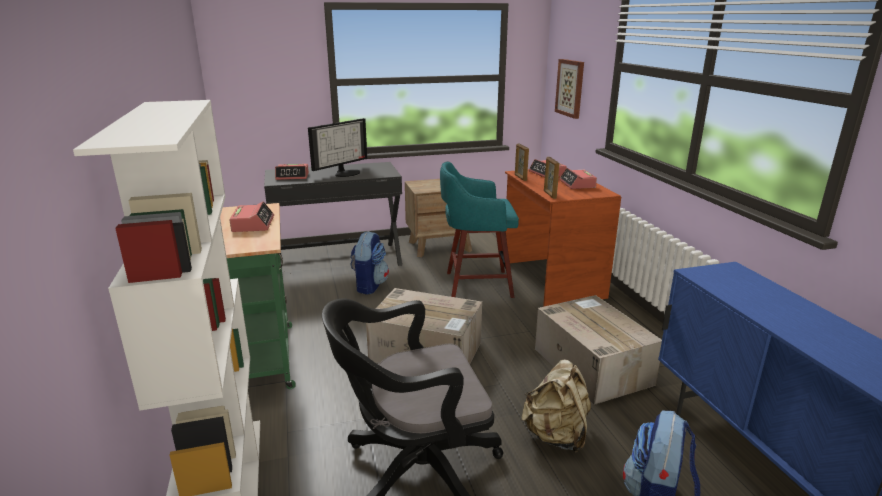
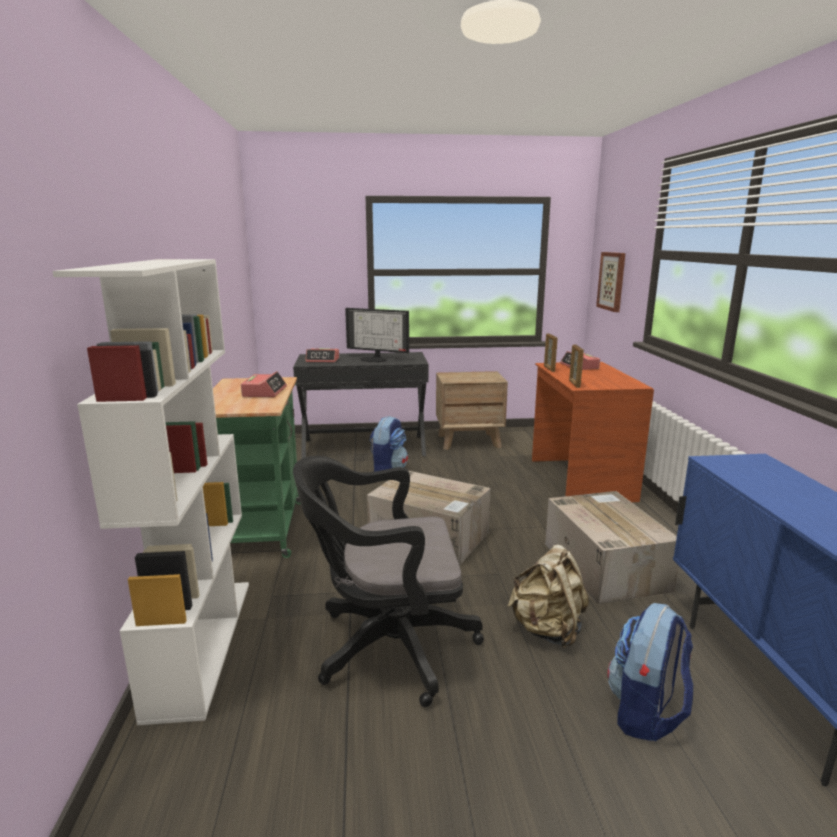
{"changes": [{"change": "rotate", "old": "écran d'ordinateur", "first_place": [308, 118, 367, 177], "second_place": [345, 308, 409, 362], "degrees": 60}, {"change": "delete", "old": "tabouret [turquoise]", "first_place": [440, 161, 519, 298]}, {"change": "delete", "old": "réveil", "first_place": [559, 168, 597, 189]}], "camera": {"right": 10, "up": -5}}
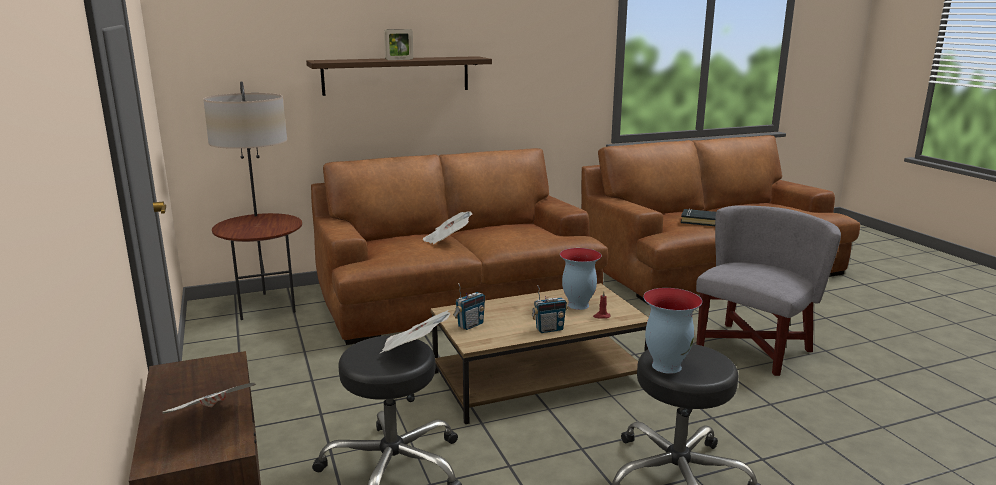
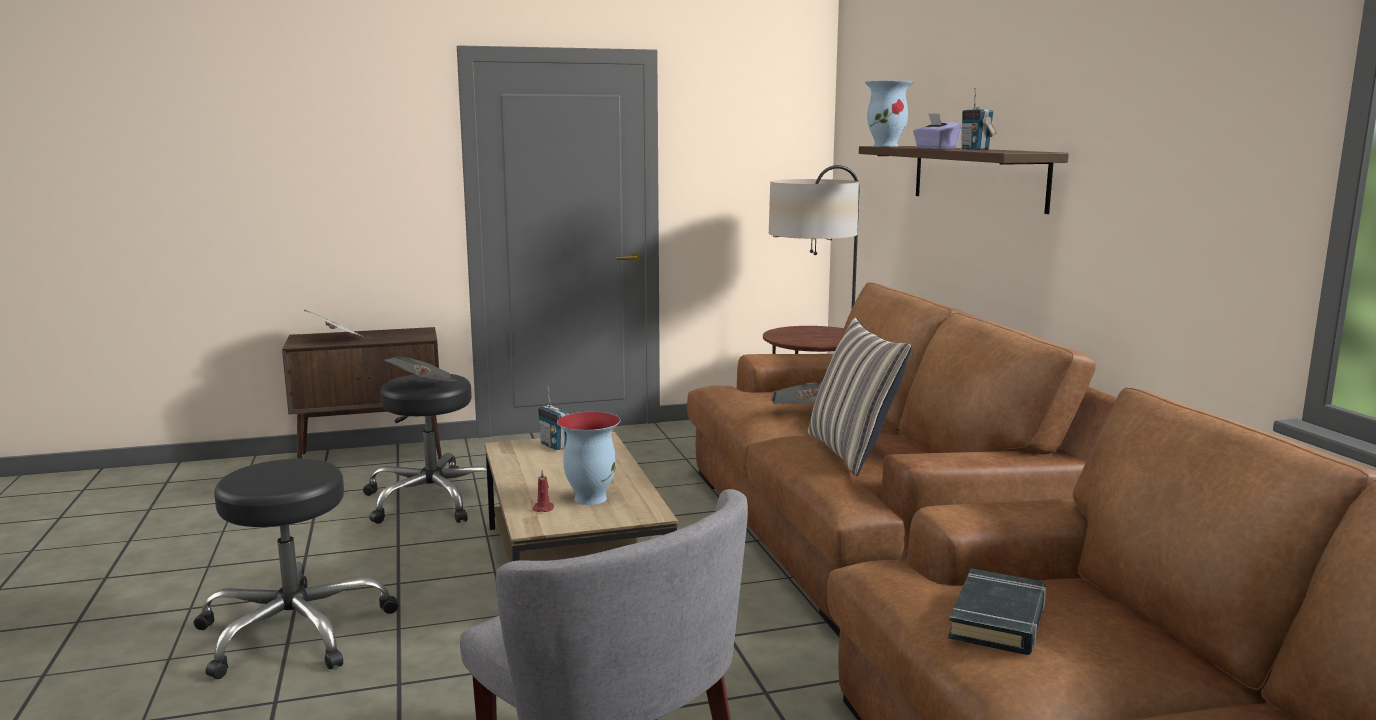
{"changes": [{"change": "replace", "old": "cadre photo", "new": "boîte à mouchoirs [violet]", "first_place": [384, 29, 414, 60], "second_place": [913, 113, 962, 149]}, {"change": "move", "old": "radio", "first_place": [532, 285, 568, 333], "second_place": [961, 88, 996, 150]}, {"change": "move", "old": "vase", "first_place": [643, 288, 702, 374], "second_place": [865, 81, 914, 147]}, {"change": "insert", "new": "coussin", "second_place": [808, 317, 912, 476]}], "camera": {"right": 95, "up": -5}}
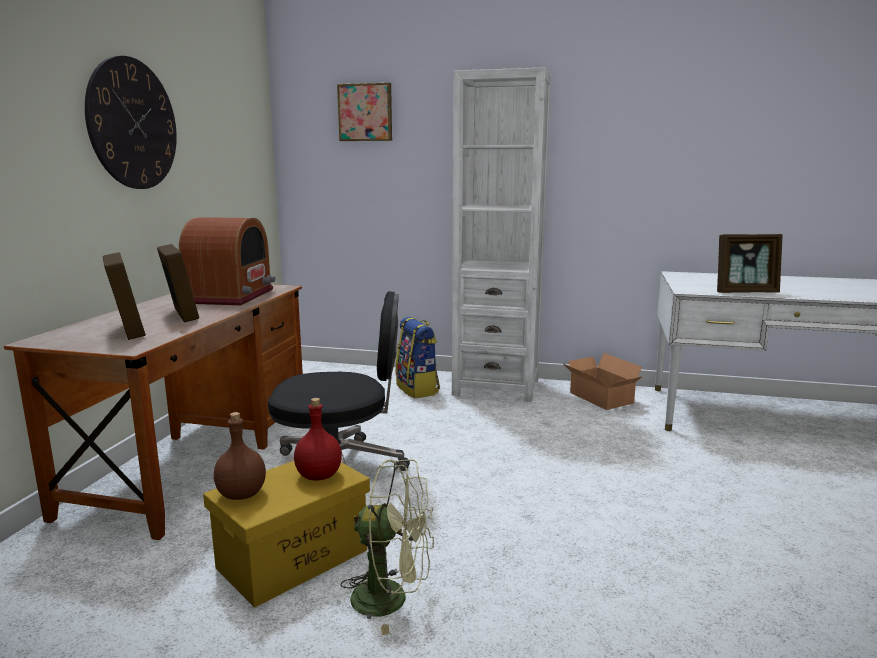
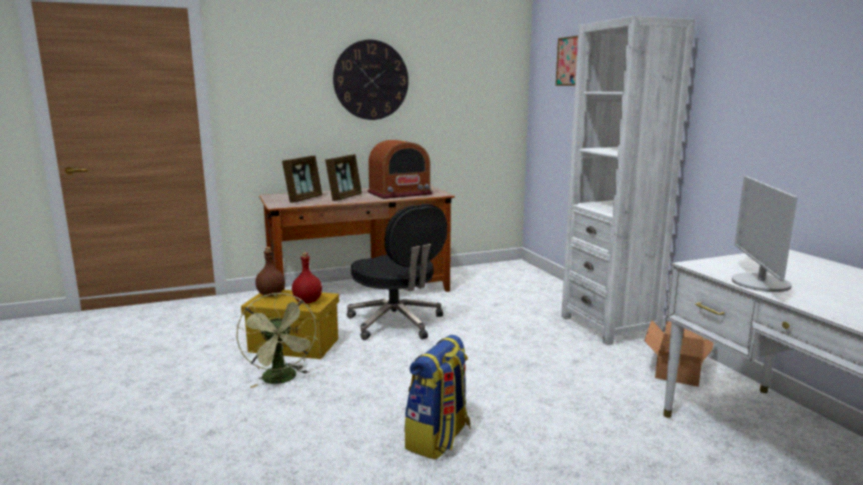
{"changes": [{"change": "replace", "old": "cadre photo", "new": "écran d'ordinateur", "first_place": [717, 234, 783, 293], "second_place": [732, 176, 798, 292]}, {"change": "move", "old": "sac à dos", "first_place": [396, 317, 440, 398], "second_place": [404, 335, 471, 460]}], "camera": {"right": 55, "up": 0}}
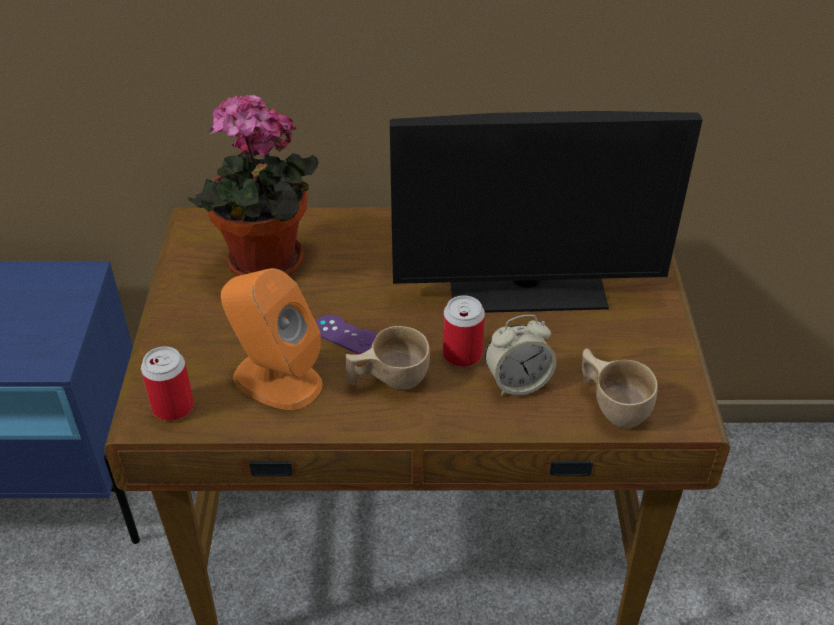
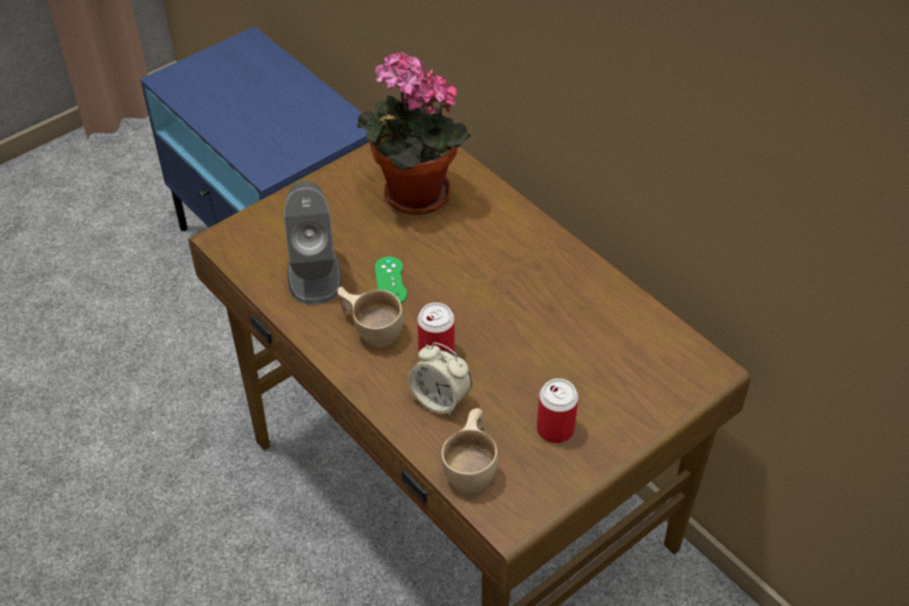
{"changes": [{"change": "delete", "old": "écran d'ordinateur", "first_place": [390, 111, 702, 313]}, {"change": "recolor", "old": "enceinte [orange]", "new": "enceinte [gris]", "first_place": [221, 268, 322, 410], "second_place": [284, 181, 342, 305]}, {"change": "recolor", "old": "manette [violet]", "new": "manette [vert]", "first_place": [316, 315, 377, 354], "second_place": [375, 256, 407, 303]}, {"change": "move", "old": "boîte métallique", "first_place": [141, 346, 194, 421], "second_place": [537, 378, 578, 443]}], "camera": {"right": 50, "up": 5}}
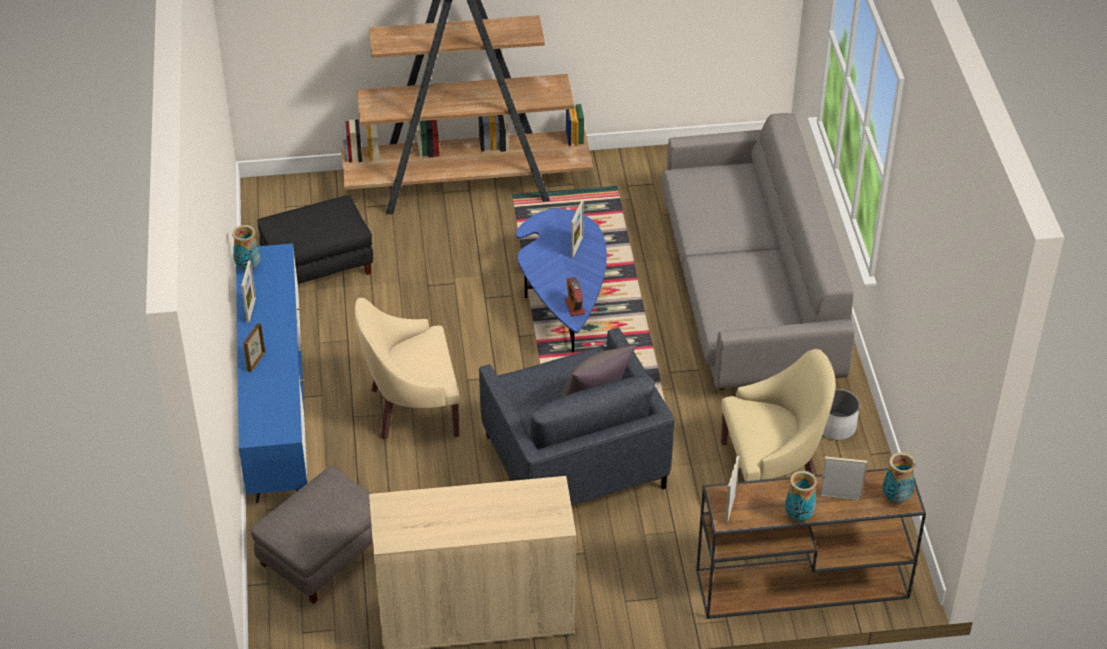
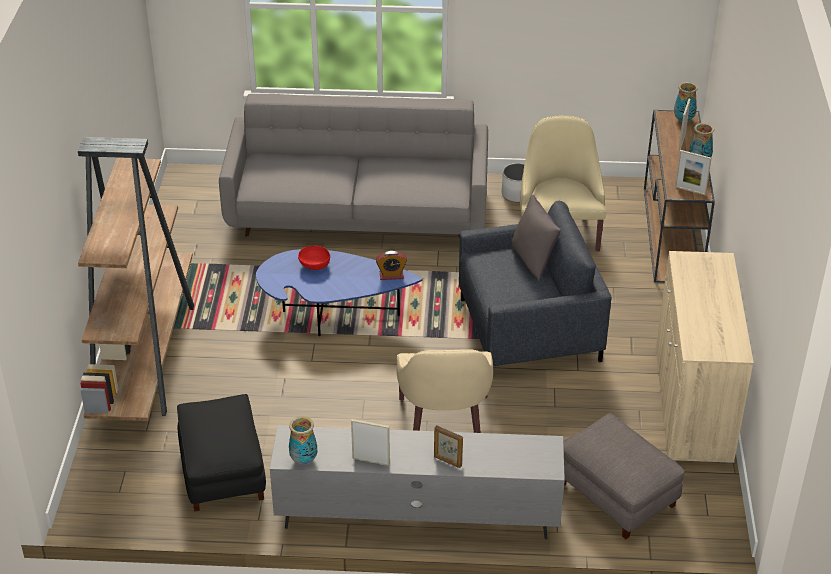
{"changes": [{"change": "replace", "old": "cadre photo", "new": "bol [rouge]", "first_place": [571, 200, 584, 259], "second_place": [298, 246, 330, 270]}, {"change": "recolor", "old": "meuble télé [bleu]", "new": "meuble télé [gris]", "first_place": [236, 244, 308, 503], "second_place": [270, 425, 565, 539]}], "camera": {"right": -80, "up": -5}}
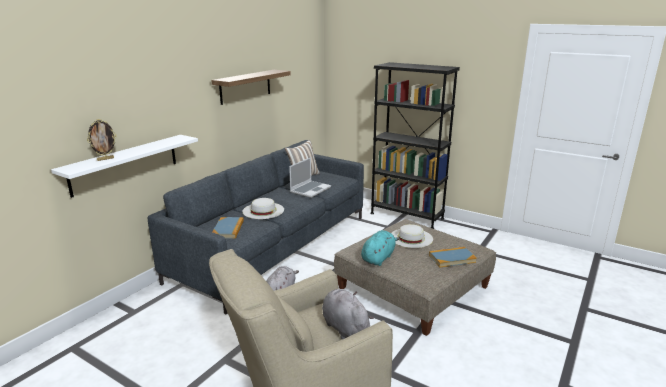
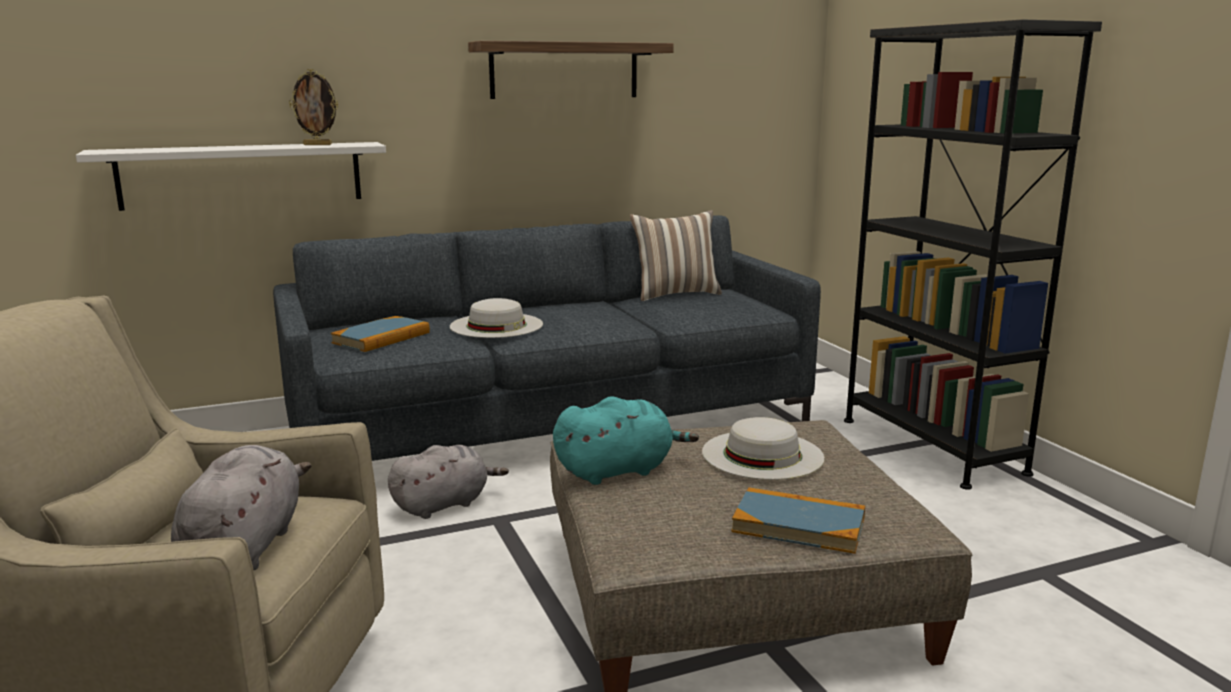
{"changes": [{"change": "move", "old": "cadre photo", "first_place": [87, 119, 117, 161], "second_place": [289, 69, 338, 145]}, {"change": "delete", "old": "ordinateur portable", "first_place": [289, 157, 331, 198]}], "camera": {"right": 35, "up": -5}}
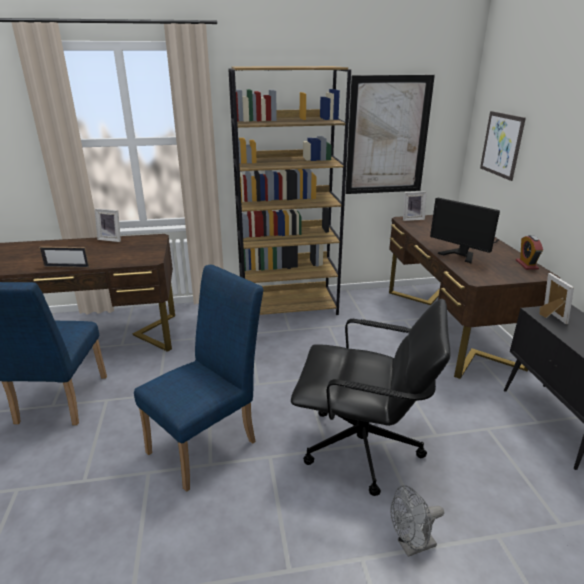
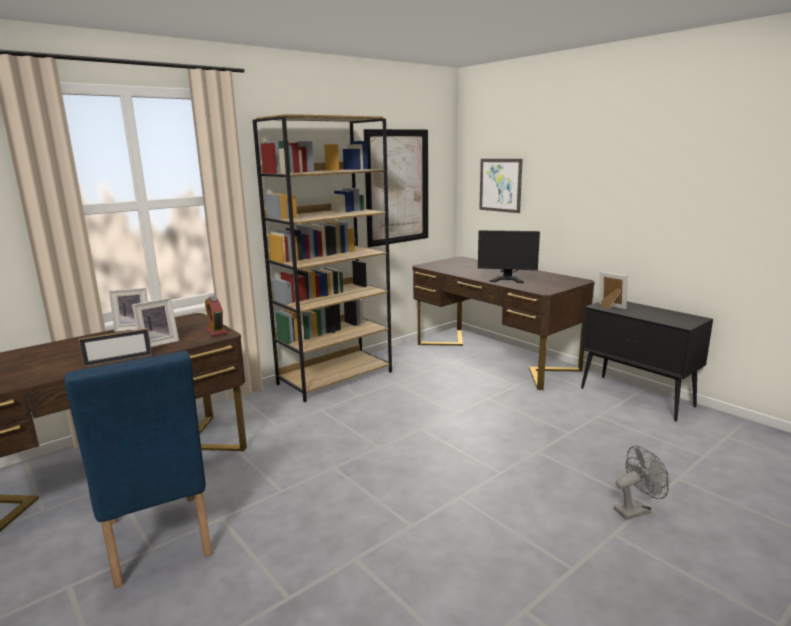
{"changes": [{"change": "move", "old": "cadre photo", "first_place": [403, 191, 427, 221], "second_place": [132, 298, 179, 347]}, {"change": "move", "old": "réveil", "first_place": [516, 235, 543, 270], "second_place": [205, 296, 228, 337]}, {"change": "delete", "old": "chaise [bleu]", "first_place": [134, 265, 263, 492]}, {"change": "delete", "old": "chaise de bureau [noir]", "first_place": [291, 299, 450, 496]}, {"change": "rotate", "old": "ventilateur [gris]", "first_place": [391, 485, 444, 557], "second_place": [614, 446, 669, 520], "degrees": -150}], "camera": {"right": -30, "up": -10}}
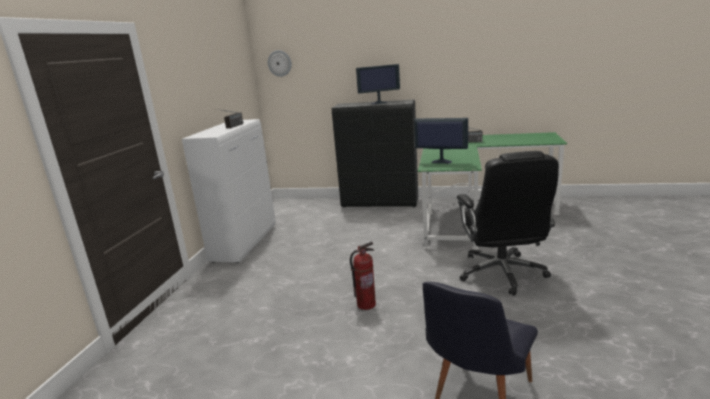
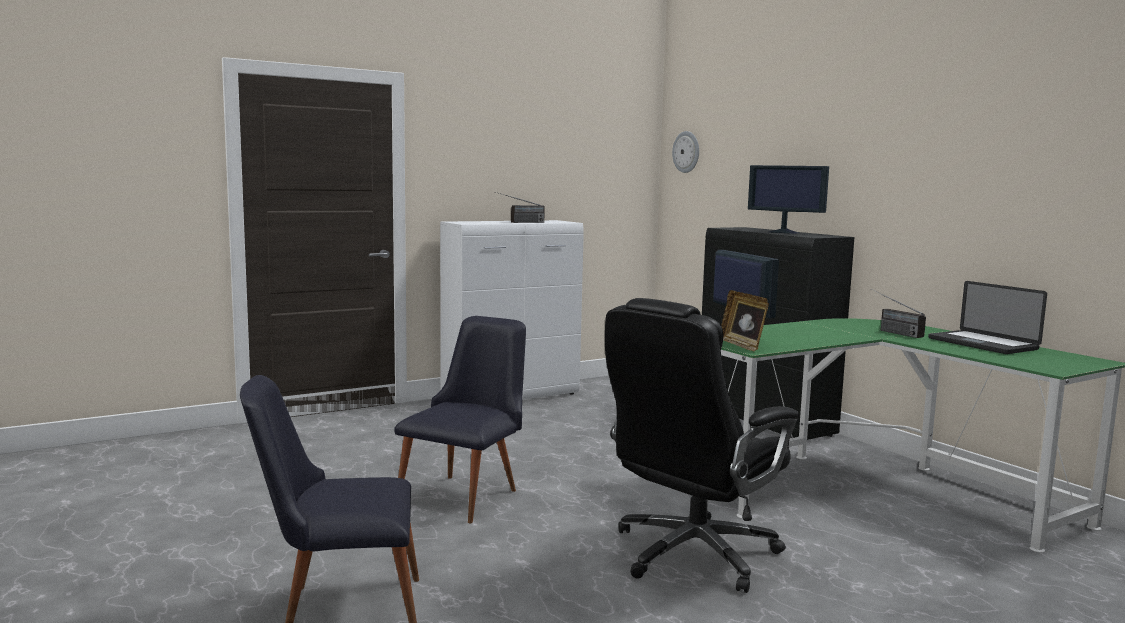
{"changes": [{"change": "replace", "old": "extincteur", "new": "chaise [noir]", "first_place": [350, 241, 376, 310], "second_place": [394, 316, 526, 523]}, {"change": "insert", "new": "ordinateur portable", "second_place": [928, 281, 1047, 354]}, {"change": "insert", "new": "cadre photo", "second_place": [721, 290, 769, 352]}], "camera": {"right": 45, "up": -10}}
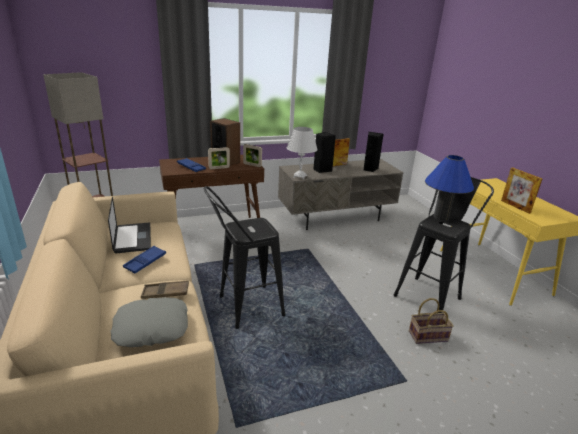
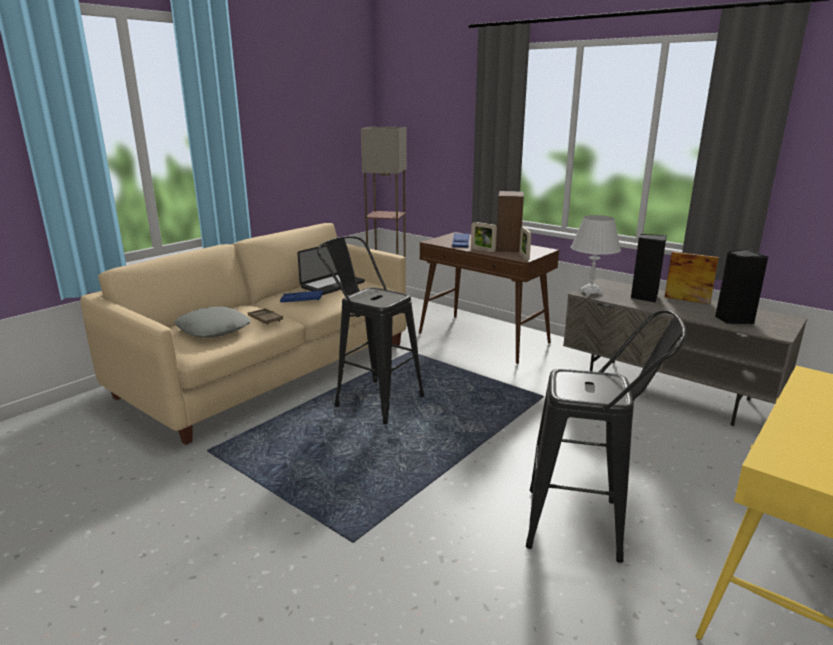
{"changes": [{"change": "delete", "old": "lampe de table [bleu]", "first_place": [425, 155, 474, 221]}, {"change": "delete", "old": "cadre photo", "first_place": [501, 167, 542, 214]}, {"change": "delete", "old": "panier", "first_place": [409, 298, 454, 344]}], "camera": {"right": 60, "up": -5}}
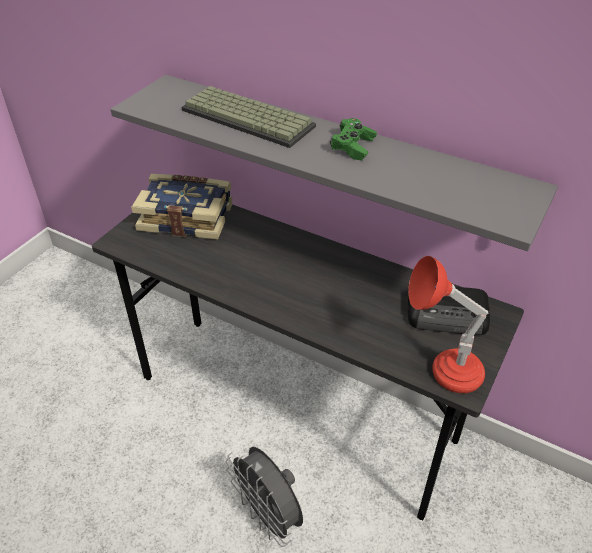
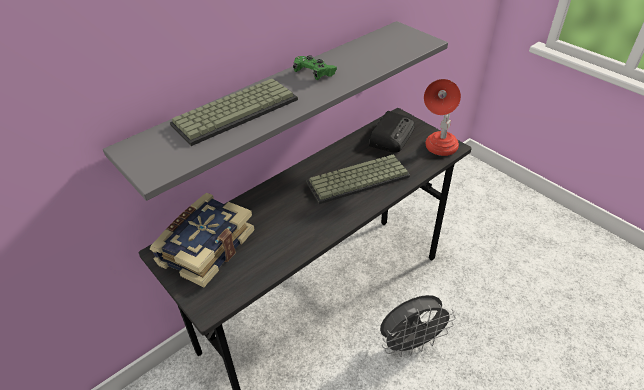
{"changes": [{"change": "insert", "new": "clavier", "second_place": [306, 154, 410, 204]}], "camera": {"right": -70, "up": 0}}
